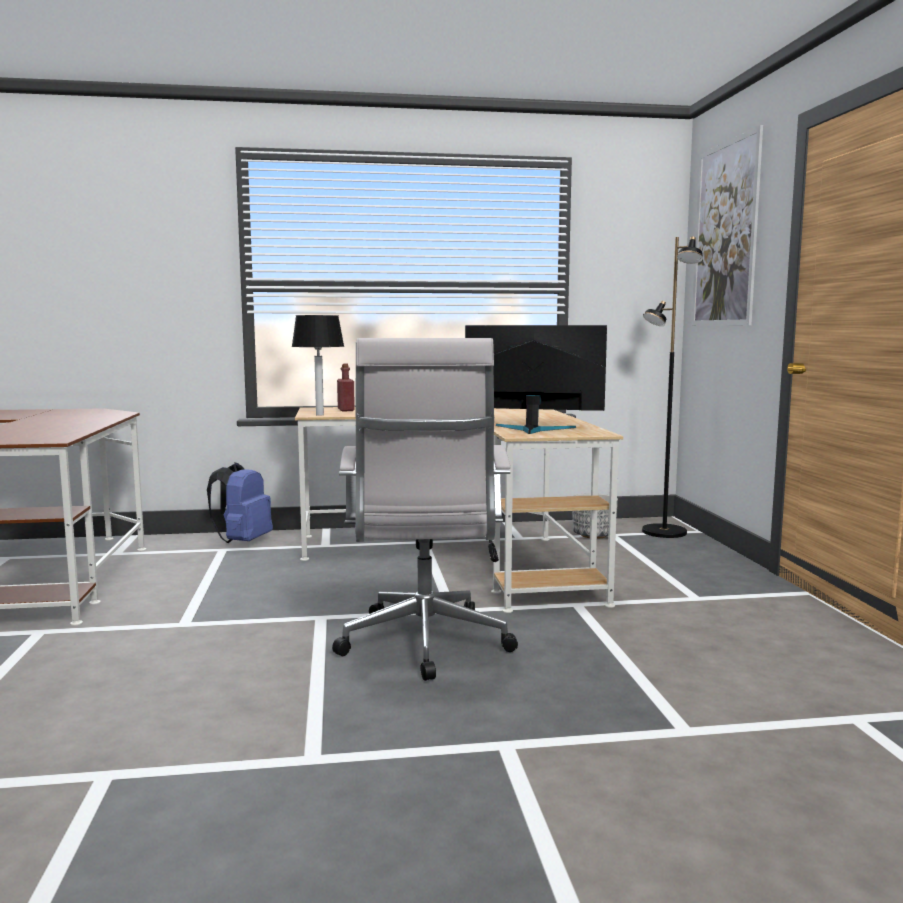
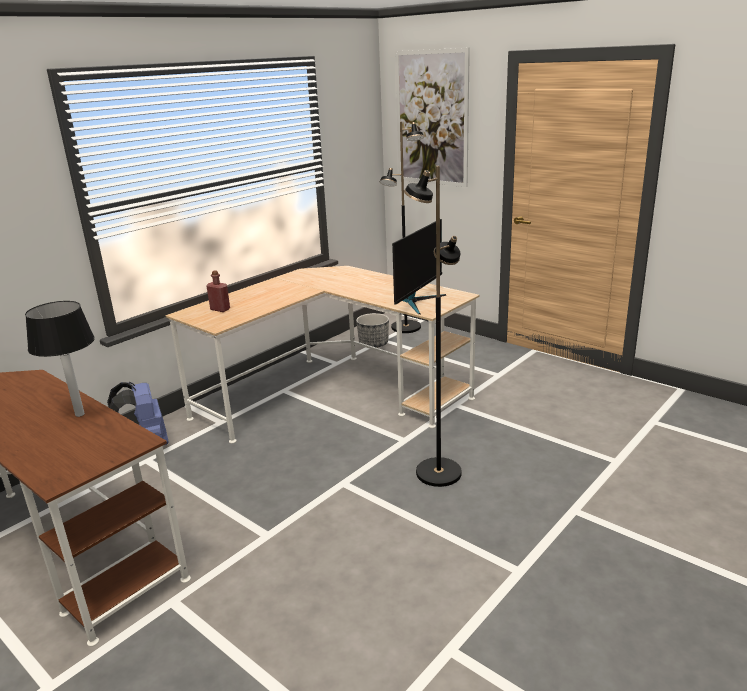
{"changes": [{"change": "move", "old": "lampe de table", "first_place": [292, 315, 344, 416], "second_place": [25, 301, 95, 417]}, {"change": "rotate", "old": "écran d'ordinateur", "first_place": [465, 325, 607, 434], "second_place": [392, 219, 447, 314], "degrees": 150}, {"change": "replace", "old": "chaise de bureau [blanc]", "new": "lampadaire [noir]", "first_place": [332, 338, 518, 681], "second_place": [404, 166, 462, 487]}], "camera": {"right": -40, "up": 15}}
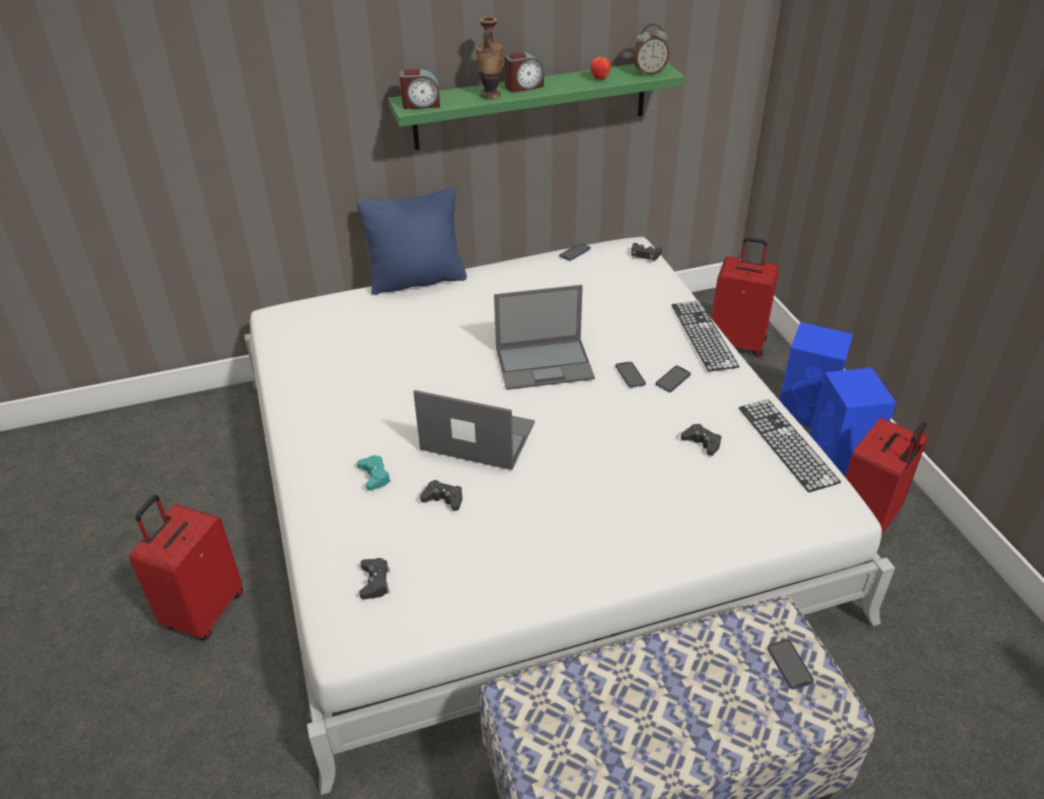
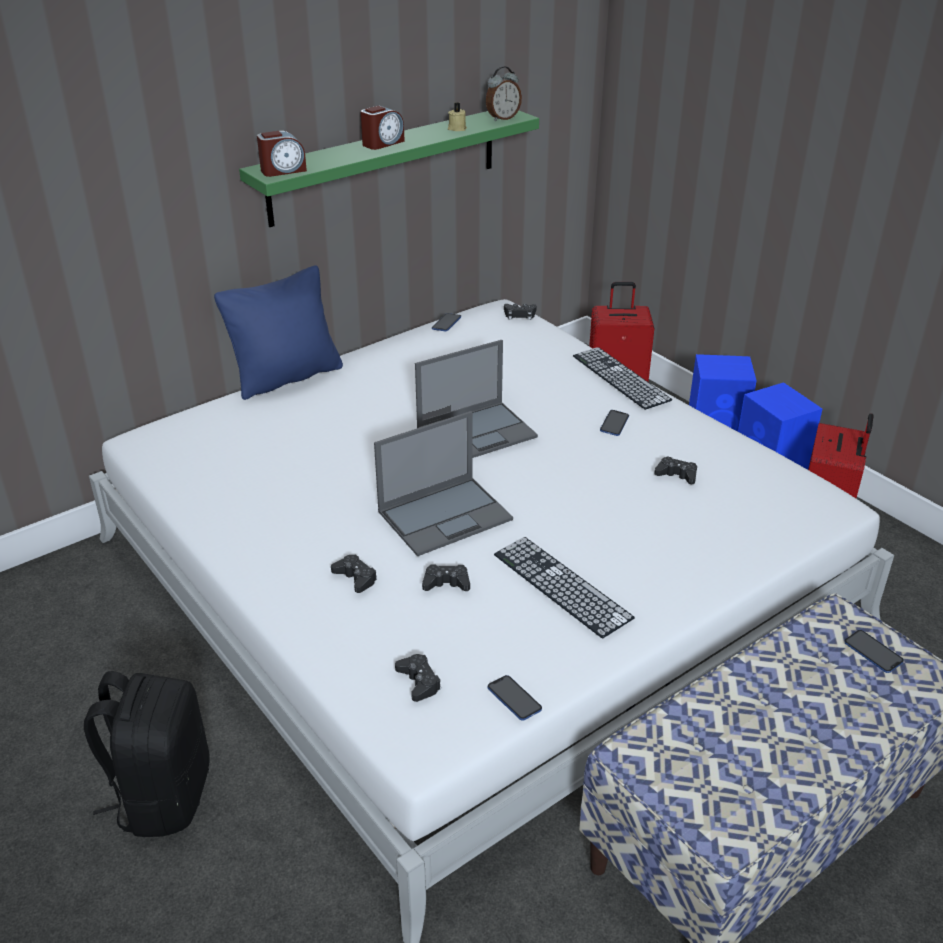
{"changes": [{"change": "delete", "old": "vase", "first_place": [475, 17, 503, 99]}, {"change": "replace", "old": "pomme", "new": "bougie [beige]", "first_place": [591, 55, 611, 80], "second_place": [448, 102, 467, 131]}, {"change": "move", "old": "téléphone", "first_place": [615, 362, 646, 388], "second_place": [488, 675, 542, 720]}, {"change": "rotate", "old": "ordinateur portable", "first_place": [413, 390, 535, 470], "second_place": [374, 411, 513, 557], "degrees": 150}, {"change": "move", "old": "clavier", "first_place": [739, 399, 841, 492], "second_place": [494, 537, 635, 639]}, {"change": "recolor", "old": "manette [turquoise]", "new": "manette [noir]", "first_place": [357, 455, 391, 491], "second_place": [331, 554, 377, 593]}, {"change": "replace", "old": "valise [rouge]", "new": "sac à dos [noir]", "first_place": [129, 495, 243, 640], "second_place": [84, 671, 210, 837]}], "camera": {"right": -20, "up": -5}}
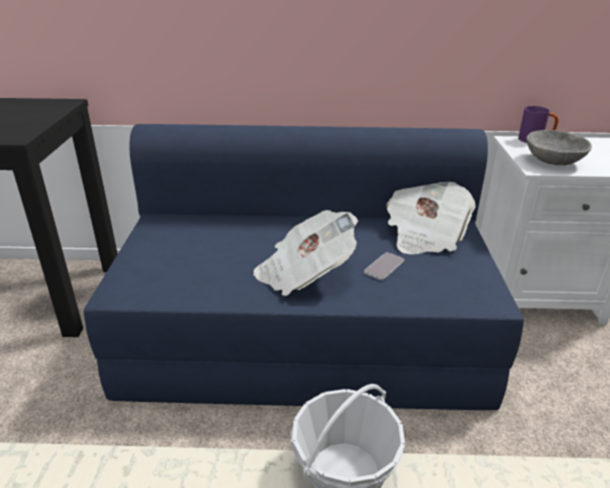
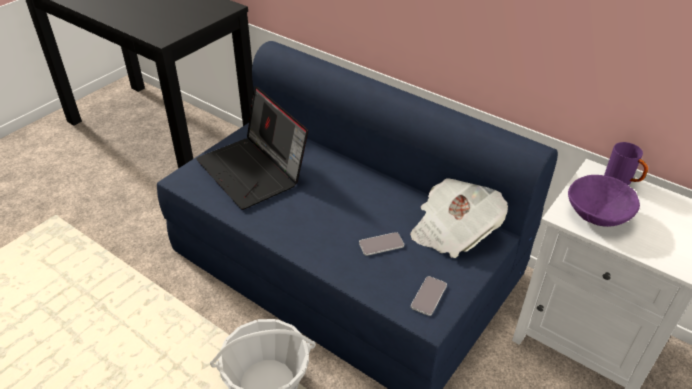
{"changes": [{"change": "recolor", "old": "bol [gris]", "new": "bol [violet]", "first_place": [527, 130, 592, 165], "second_place": [568, 175, 640, 227]}, {"change": "delete", "old": "journal", "first_place": [253, 210, 358, 296]}, {"change": "insert", "new": "ordinateur portable", "second_place": [196, 86, 308, 210]}, {"change": "insert", "new": "téléphone", "second_place": [411, 276, 447, 316]}], "camera": {"right": 35, "up": 10}}
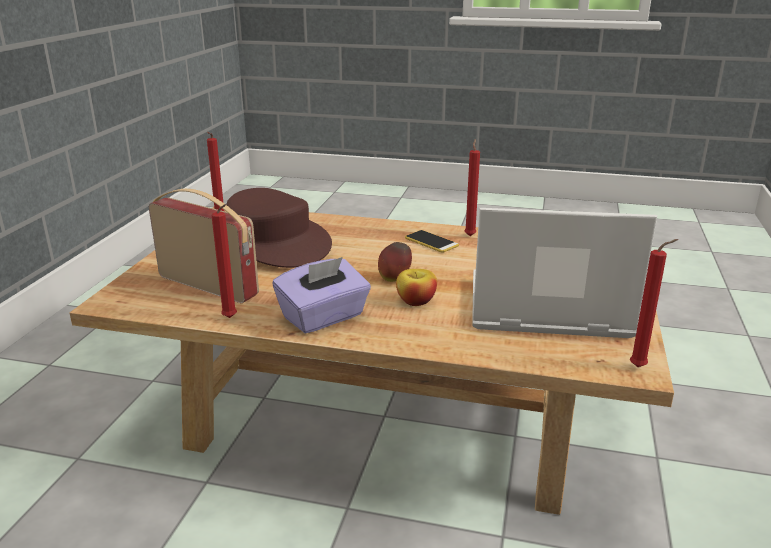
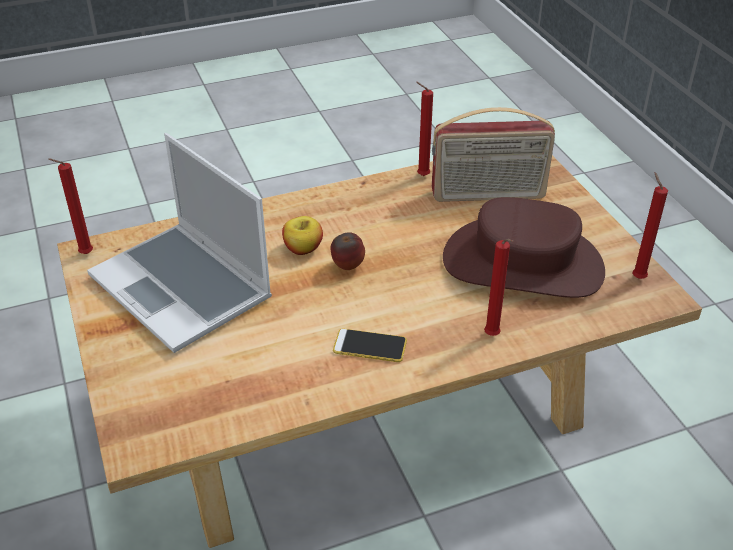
{"changes": [{"change": "move", "old": "bougie [rouge]", "first_place": [465, 139, 480, 236], "second_place": [484, 239, 513, 336]}, {"change": "rotate", "old": "ordinateur portable", "first_place": [472, 208, 657, 338], "second_place": [87, 133, 272, 353], "degrees": 75}, {"change": "delete", "old": "boîte à mouchoirs [violet]", "first_place": [273, 257, 371, 334]}], "camera": {"right": 145, "up": 15}}
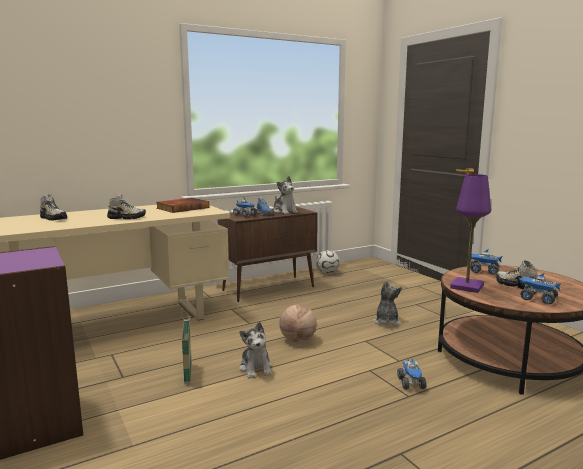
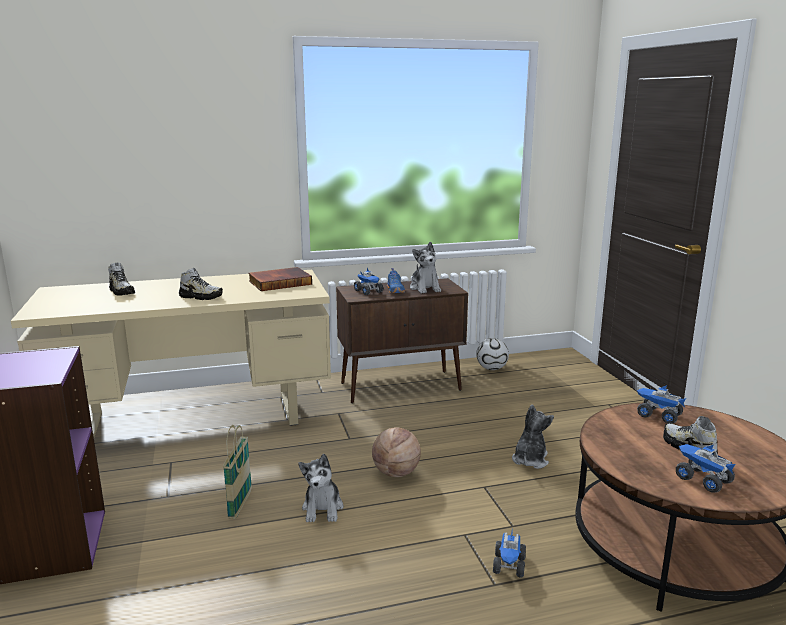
{"changes": [{"change": "delete", "old": "lampe de table [violet]", "first_place": [450, 174, 491, 293]}], "camera": {"right": 15, "up": 5}}
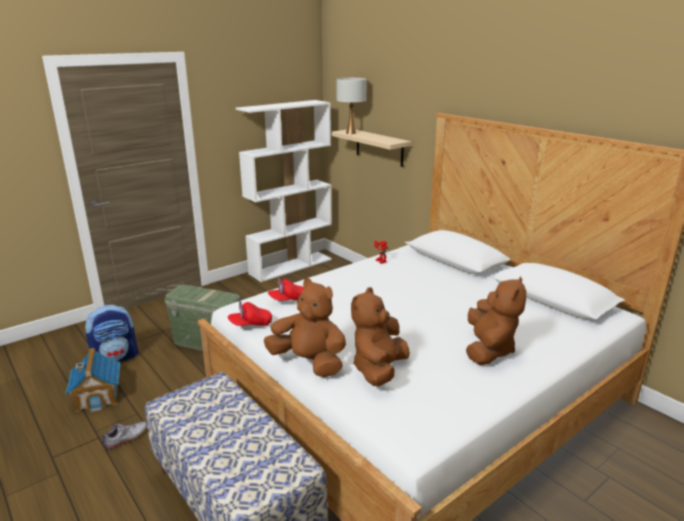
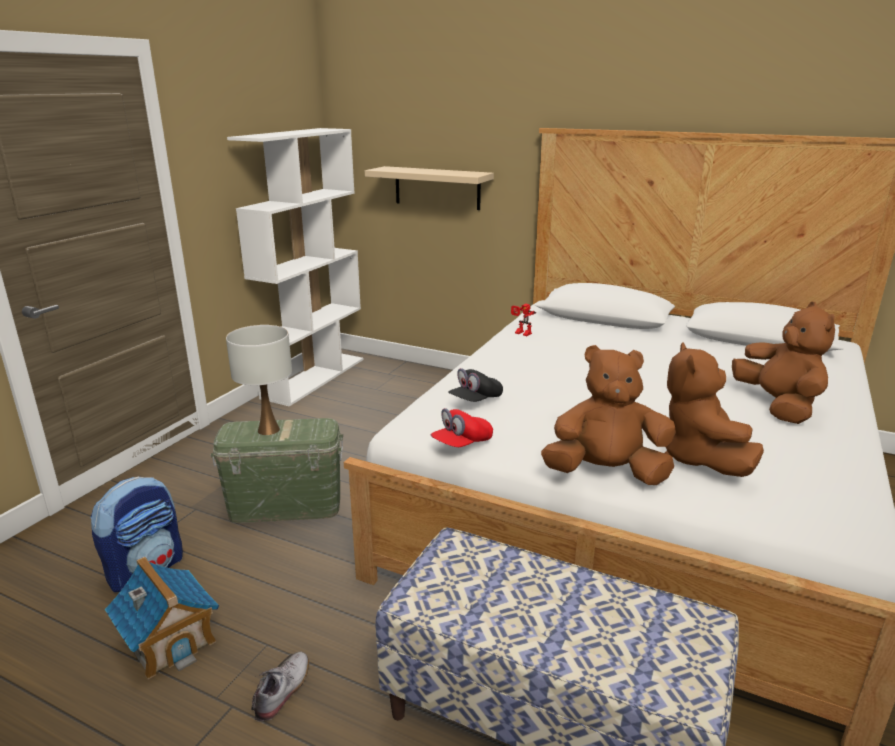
{"changes": [{"change": "move", "old": "lampe de table [blanc]", "first_place": [337, 78, 367, 134], "second_place": [226, 325, 292, 435]}, {"change": "recolor", "old": "casquette [rouge]", "new": "casquette [noir]", "first_place": [268, 278, 304, 301], "second_place": [449, 368, 503, 402]}], "camera": {"right": -25, "up": 0}}
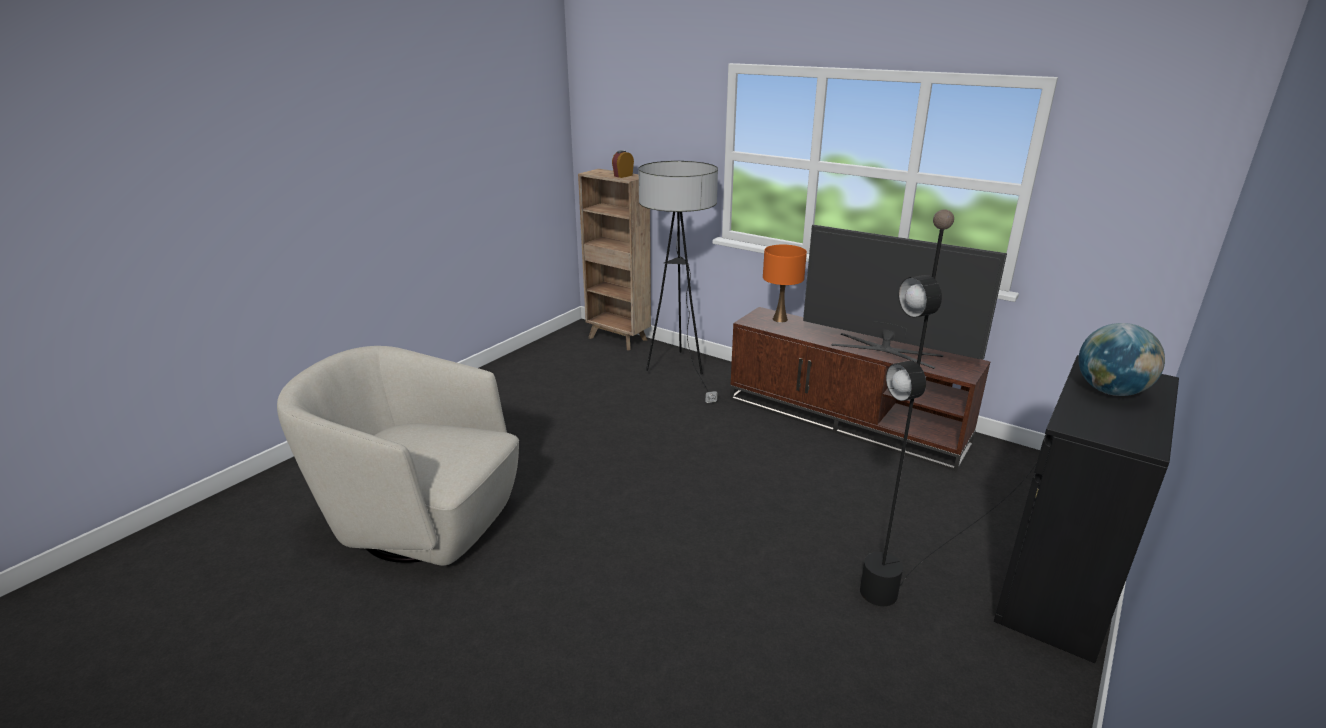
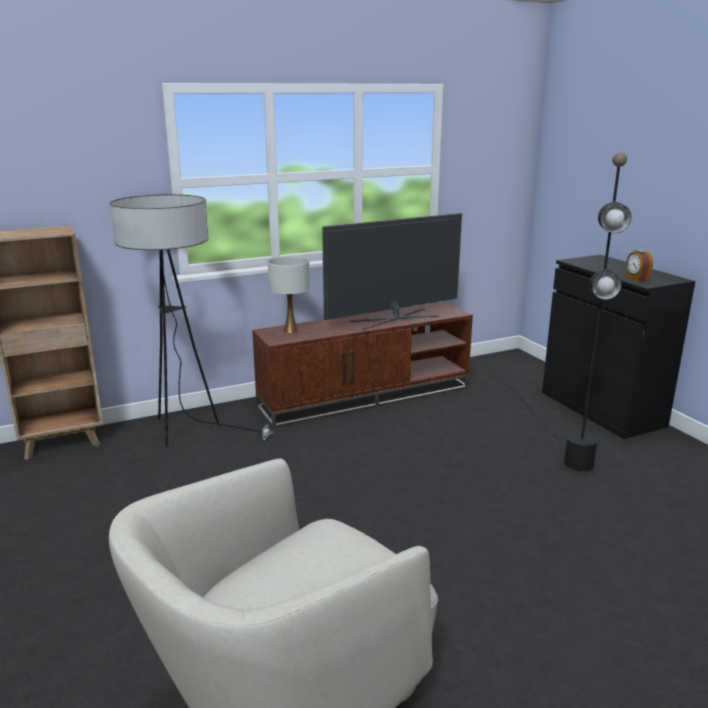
{"changes": [{"change": "move", "old": "réveil", "first_place": [612, 150, 634, 178], "second_place": [626, 250, 653, 282]}, {"change": "recolor", "old": "lampe de table [orange]", "new": "lampe de table [blanc]", "first_place": [763, 245, 807, 323], "second_place": [268, 256, 310, 333]}, {"change": "delete", "old": "globe", "first_place": [1078, 323, 1165, 396]}], "camera": {"right": -60, "up": -5}}
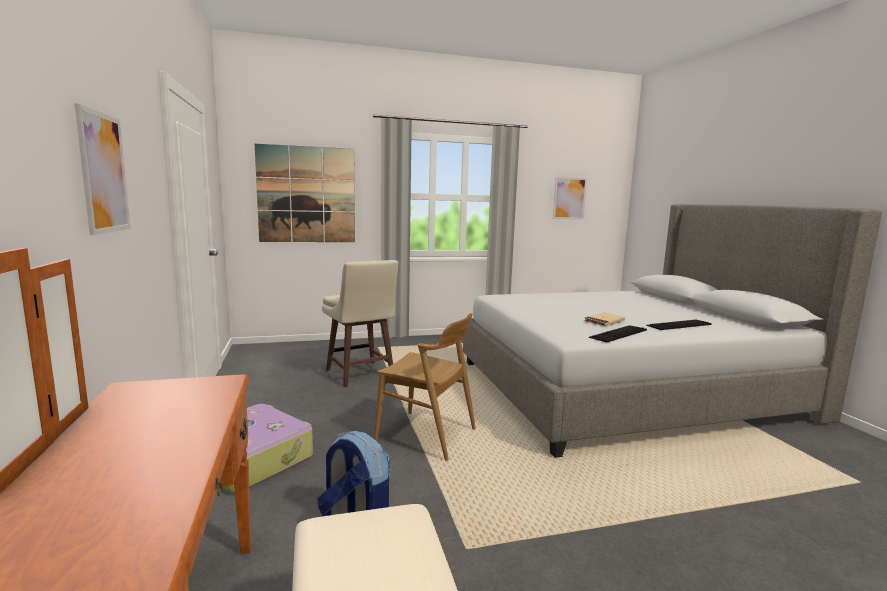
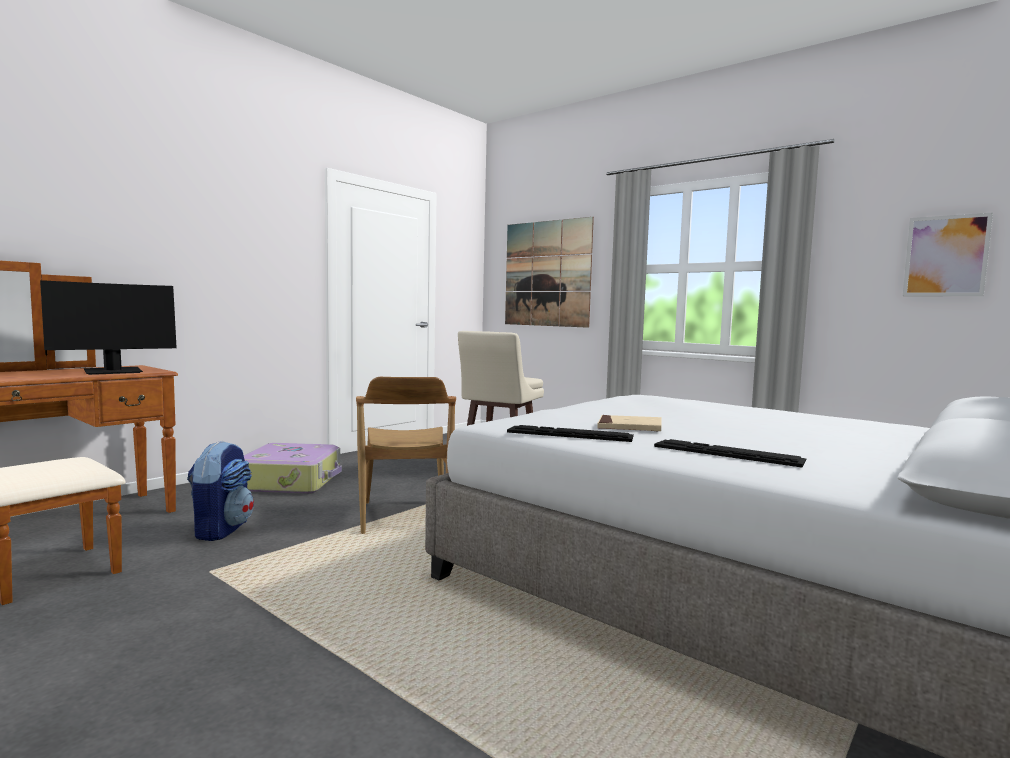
{"changes": [{"change": "delete", "old": "tableau", "first_place": [75, 103, 130, 235]}, {"change": "insert", "new": "écran d'ordinateur", "second_place": [40, 280, 177, 375]}], "camera": {"right": 55, "up": -5}}
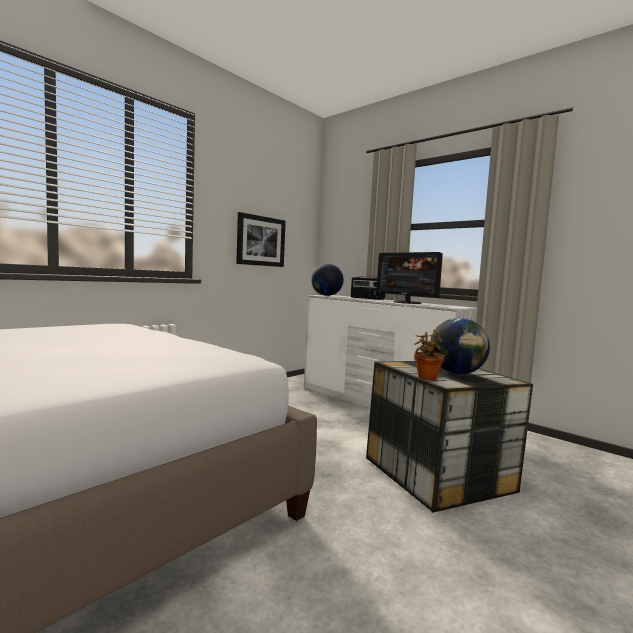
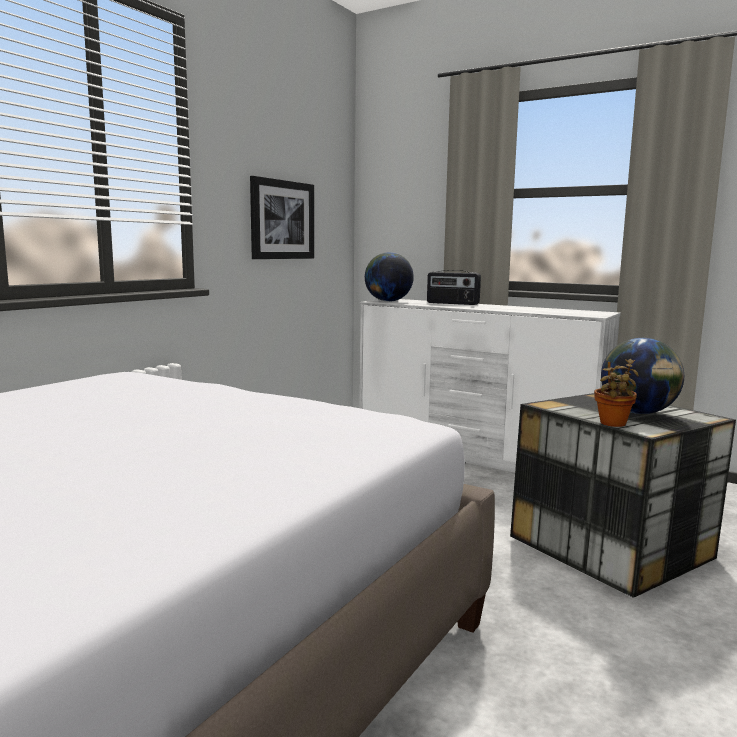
{"changes": [{"change": "delete", "old": "écran d'ordinateur", "first_place": [377, 252, 443, 304]}], "camera": {"right": -10, "up": 5}}
